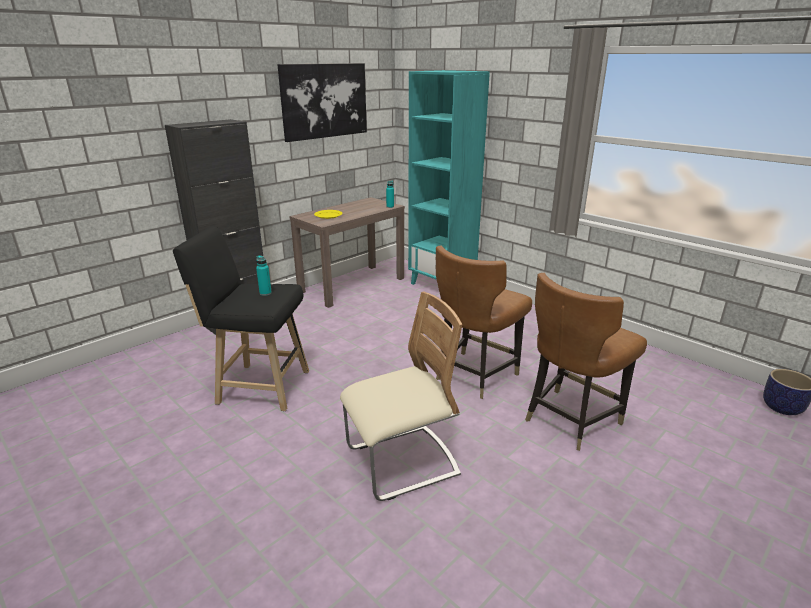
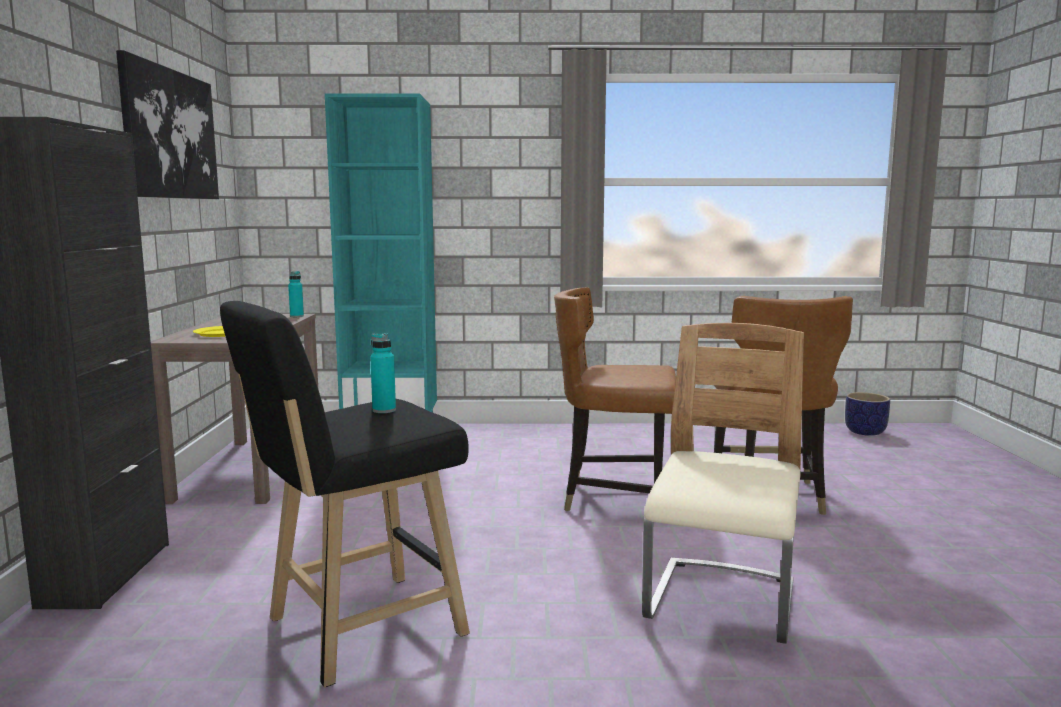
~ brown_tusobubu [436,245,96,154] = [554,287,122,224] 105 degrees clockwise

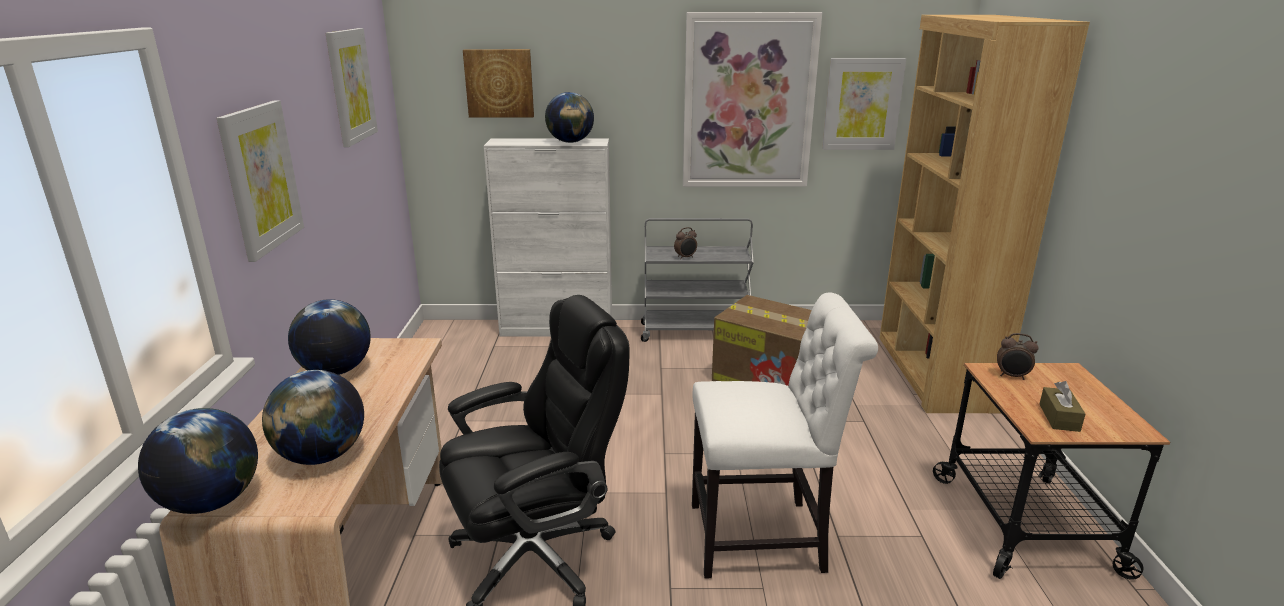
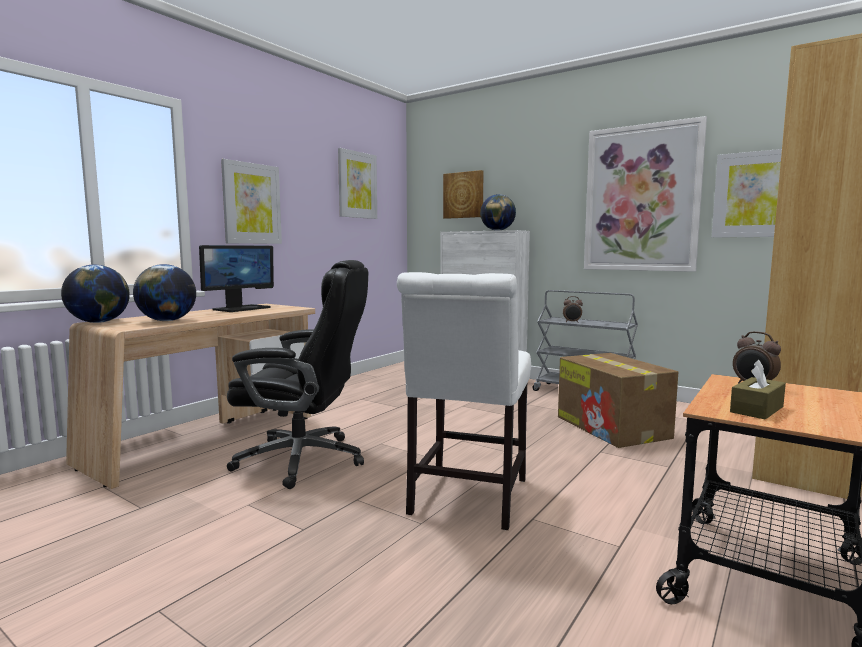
~ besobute [288,299,83,76] to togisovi [199,245,75,67]
~ white_tusobubu [692,292,186,287] = [397,272,134,258] 75 degrees clockwise

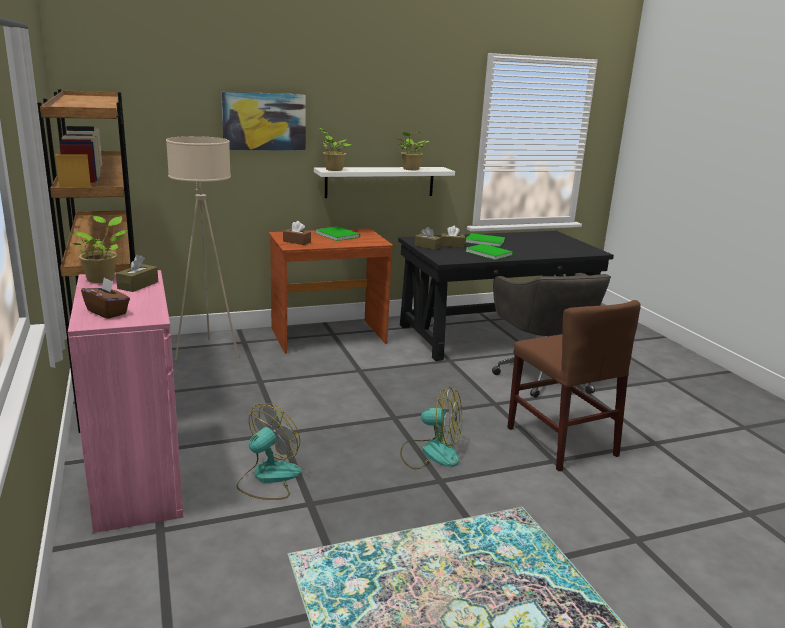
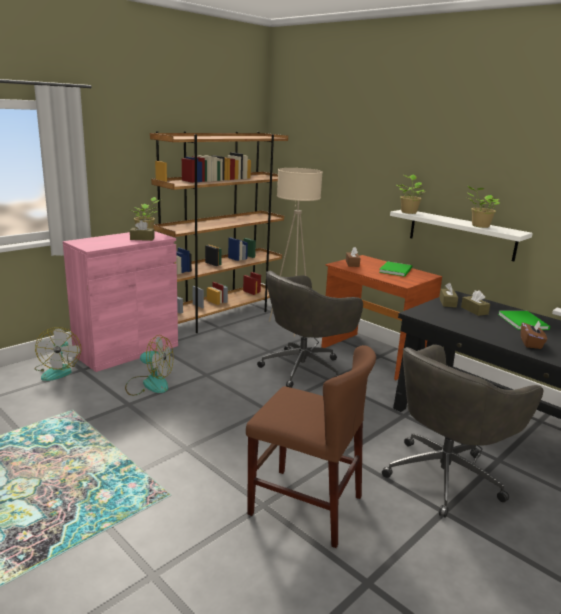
- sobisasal [221,92,85,59]
- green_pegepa [465,244,48,16]
+ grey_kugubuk [257,271,106,117]
~ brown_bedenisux [81,278,49,41] to [521,320,26,29]
~ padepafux [400,387,62,82] to [34,327,47,54]
~ brown_tusobubu [507,300,134,171] = [246,345,130,203] 105 degrees counterclockwise

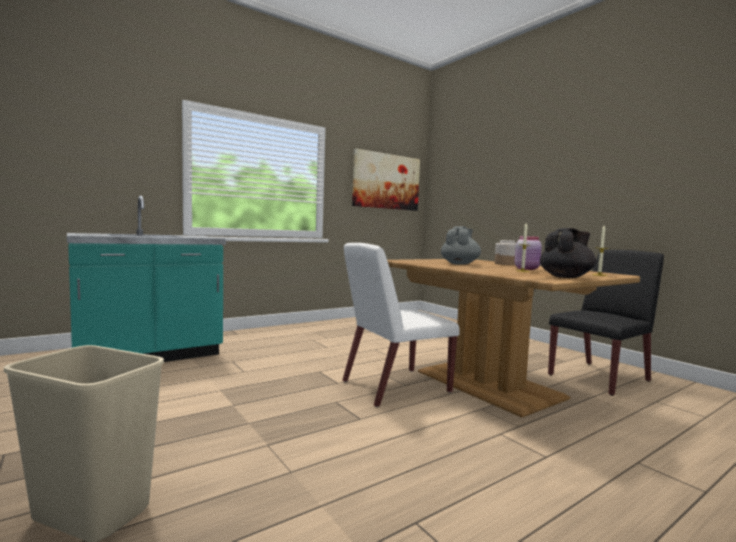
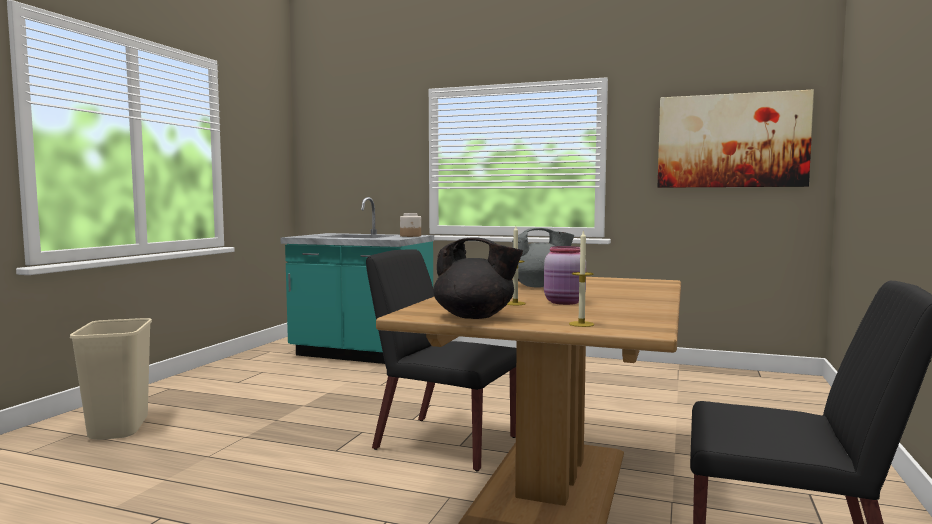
~ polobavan [495,240,21,25] to [400,213,21,24]
~ white_tusobubu [343,243,117,164] to black_tusobubu [366,249,150,222]

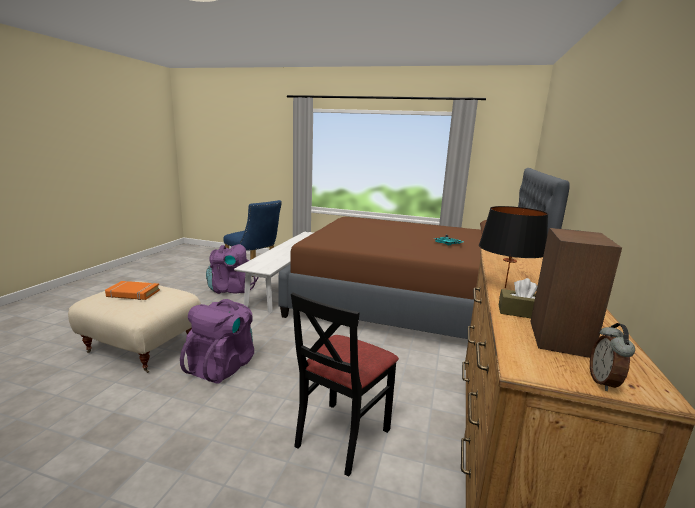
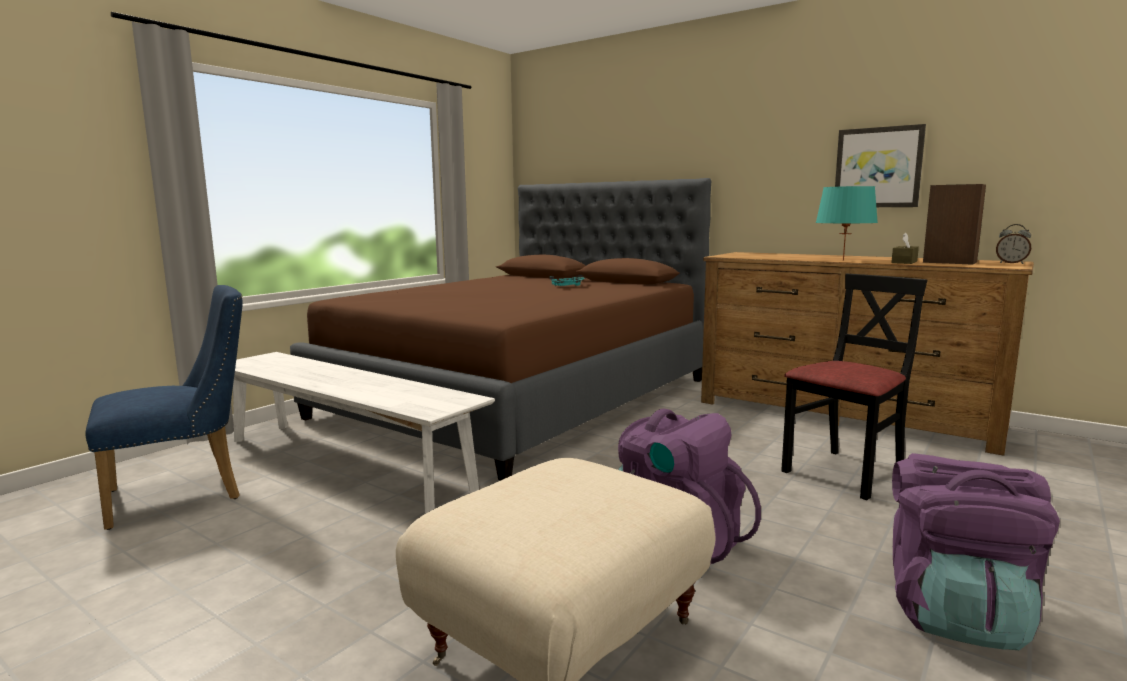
- orange_pegepa [105,281,55,19]
+ sobisasal [835,124,91,83]
~ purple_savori [206,244,52,50] to [892,453,168,197]
~ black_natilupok [479,206,69,82] to turquoise_natilupok [816,186,62,75]
~ black_tusobubu [291,293,108,184] = [781,274,146,226] 90 degrees counterclockwise

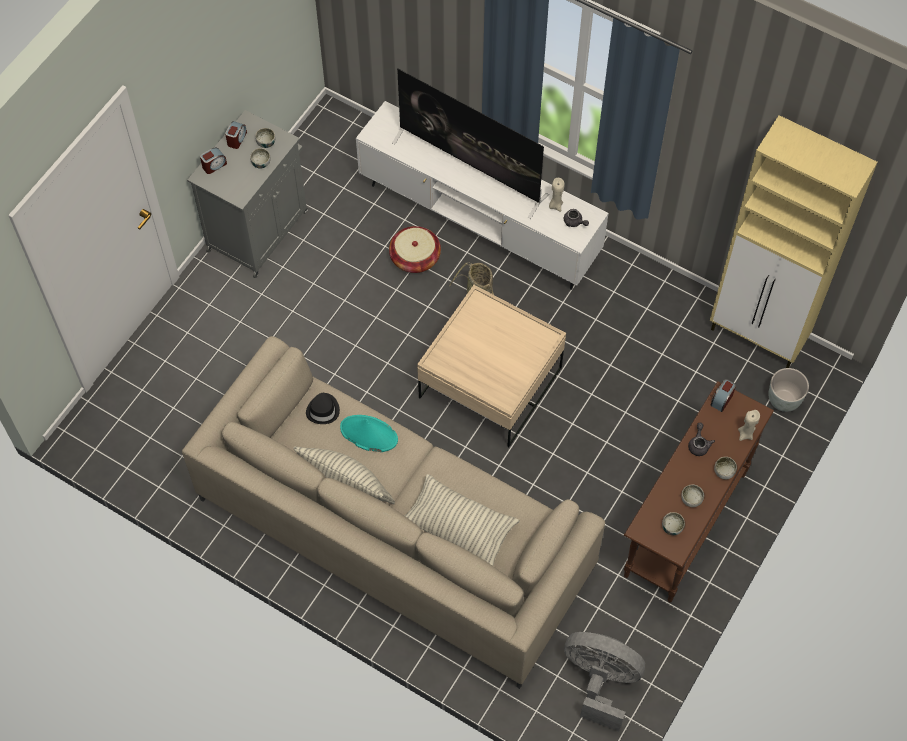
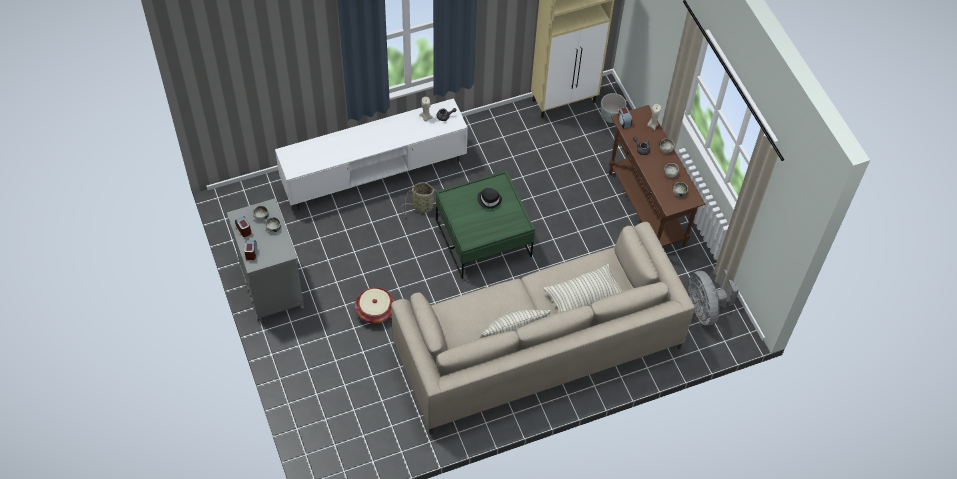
- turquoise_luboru [340,415,58,37]
- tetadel [392,68,157,151]
~ black_luboru [306,393,34,31] to [477,188,25,21]
~ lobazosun [389,226,52,47] to [355,287,39,37]
~ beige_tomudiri [417,285,149,162] to green_tomudiri [436,170,99,109]
~ grey_padepafux [564,632,81,99] = [689,270,50,56] 75 degrees counterclockwise

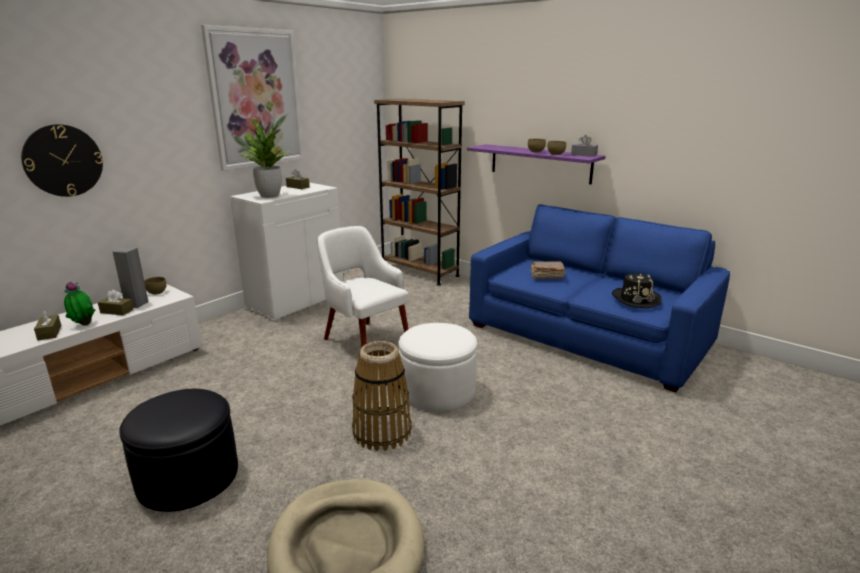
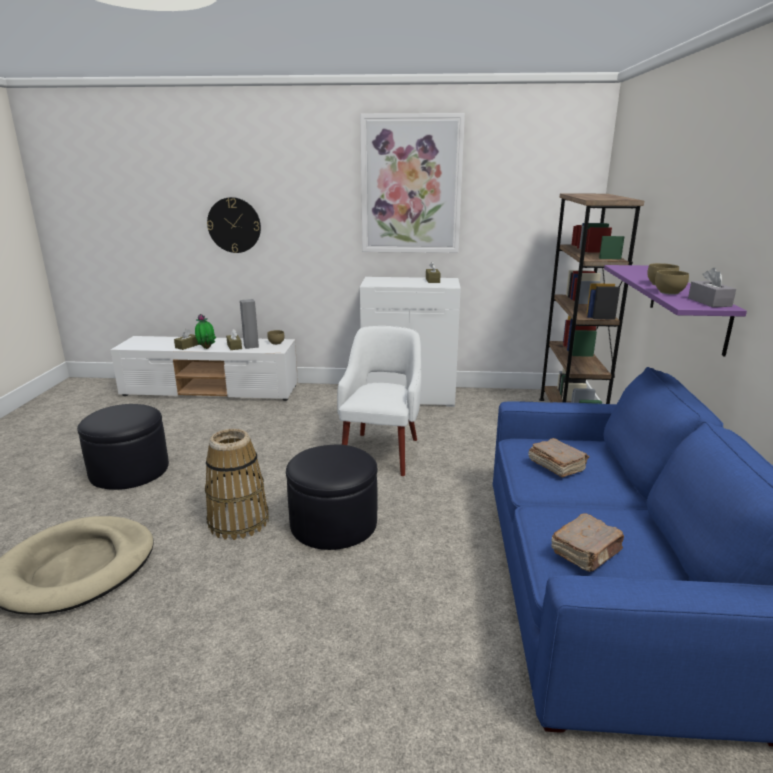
- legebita [240,120,50,78]
~ black_luboru [612,273,50,35] to brown_pegepa [551,513,73,59]
~ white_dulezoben [398,323,79,89] to black_dulezoben [286,445,92,105]

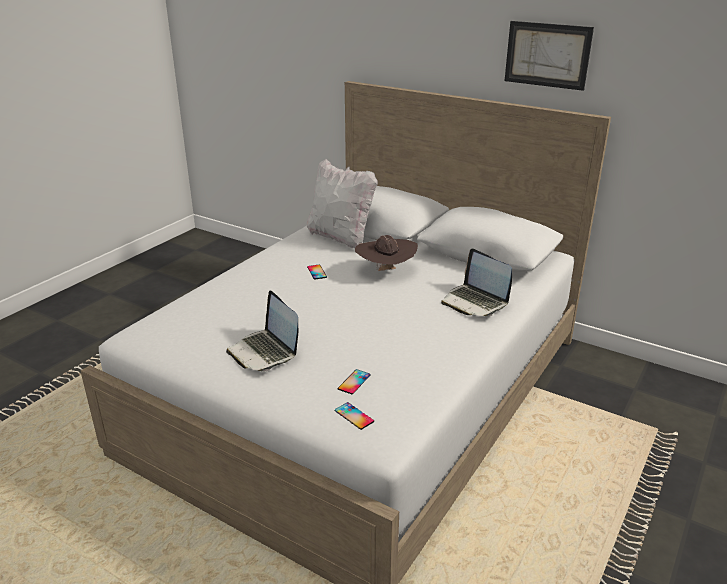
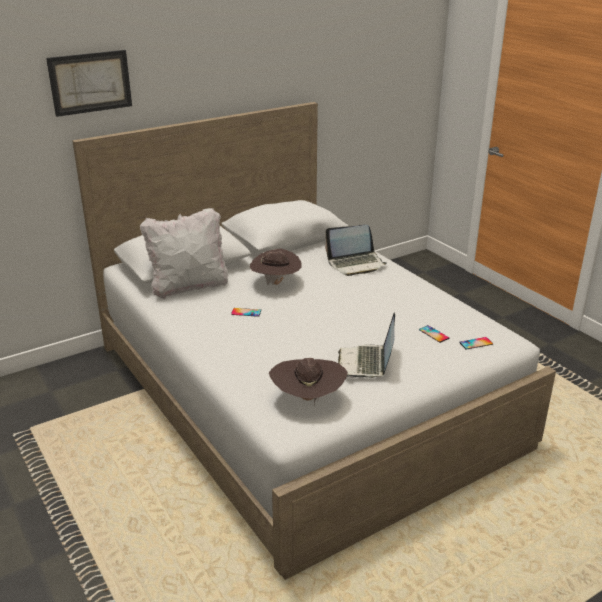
+ brown_luboru [269,358,79,47]
~ sobisasal [505,21,89,70] to [46,50,86,67]
~ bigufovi [226,290,72,81] = [338,312,57,66] 105 degrees clockwise

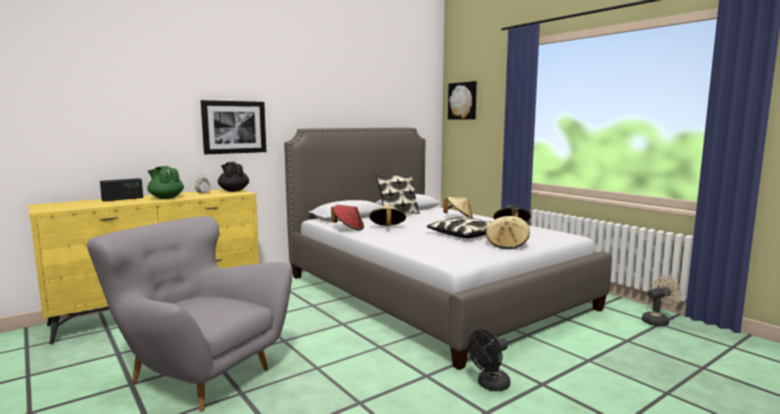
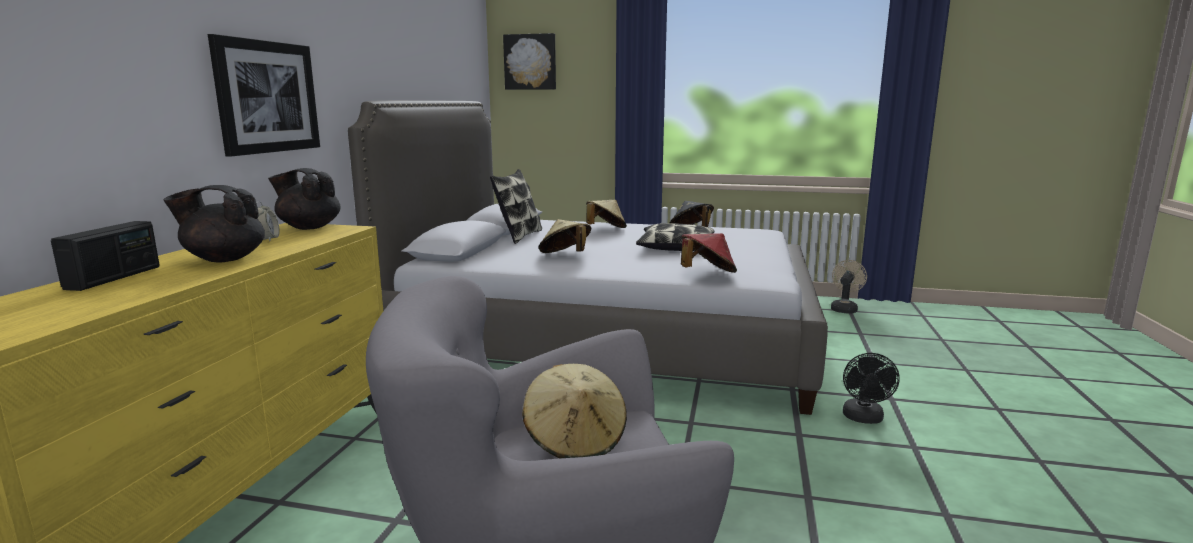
~ red_luboru [331,205,33,25] to [681,233,56,40]
~ beige_luboru [486,216,44,33] to [522,364,105,94]
~ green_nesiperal [147,166,37,33] to black_nesiperal [163,185,102,78]

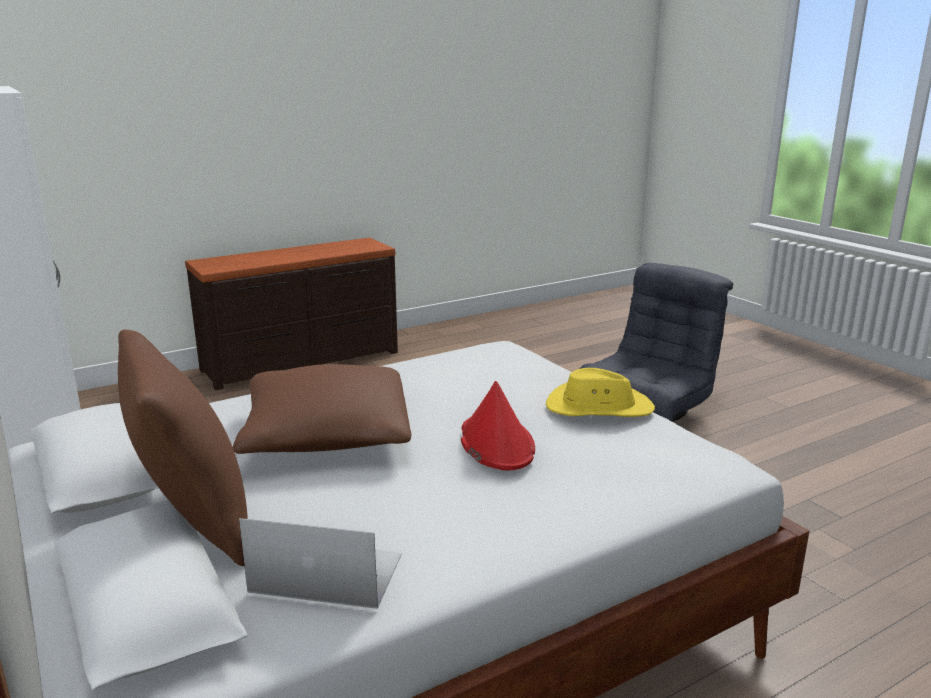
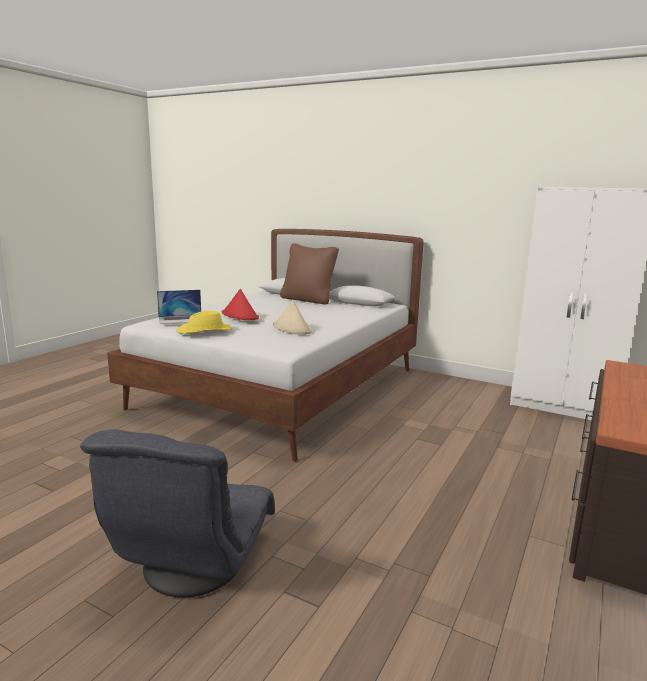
- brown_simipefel [233,364,178,90]
+ beige_luboru [273,300,39,35]
~ bigufovi [239,518,163,91] to [157,290,44,34]

